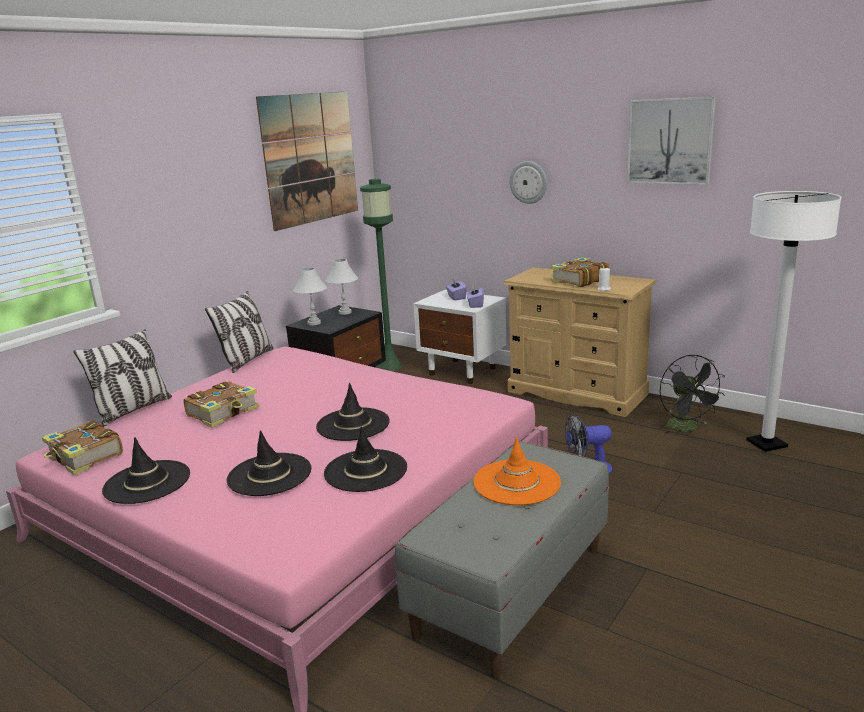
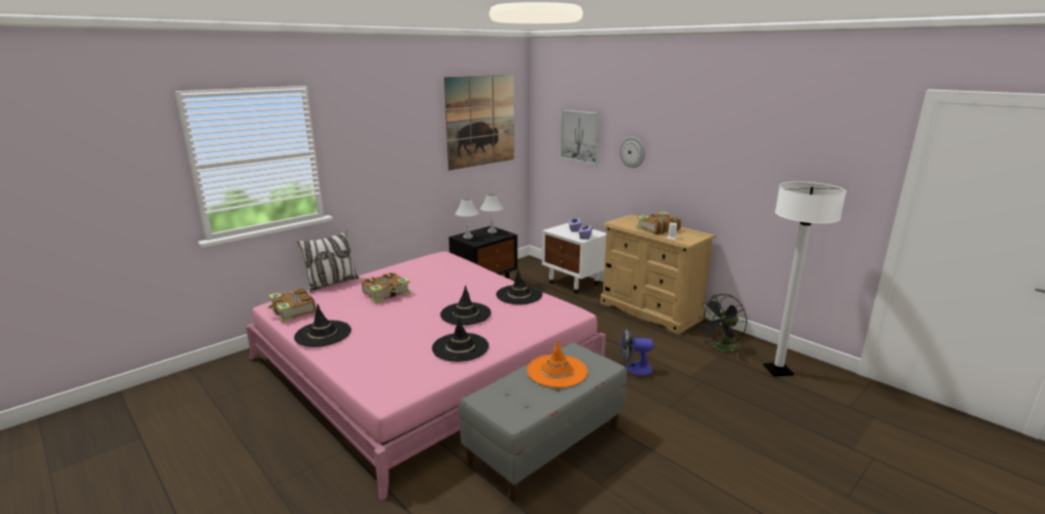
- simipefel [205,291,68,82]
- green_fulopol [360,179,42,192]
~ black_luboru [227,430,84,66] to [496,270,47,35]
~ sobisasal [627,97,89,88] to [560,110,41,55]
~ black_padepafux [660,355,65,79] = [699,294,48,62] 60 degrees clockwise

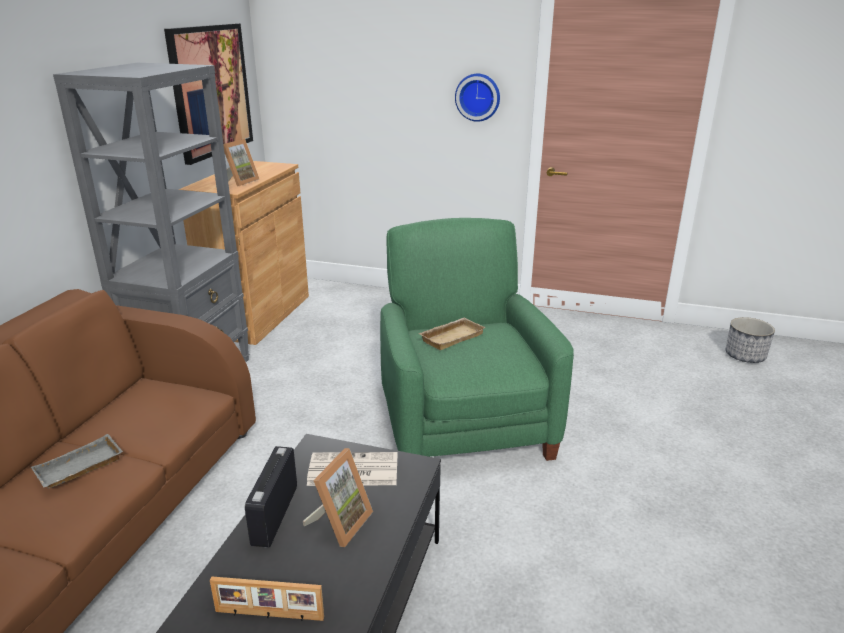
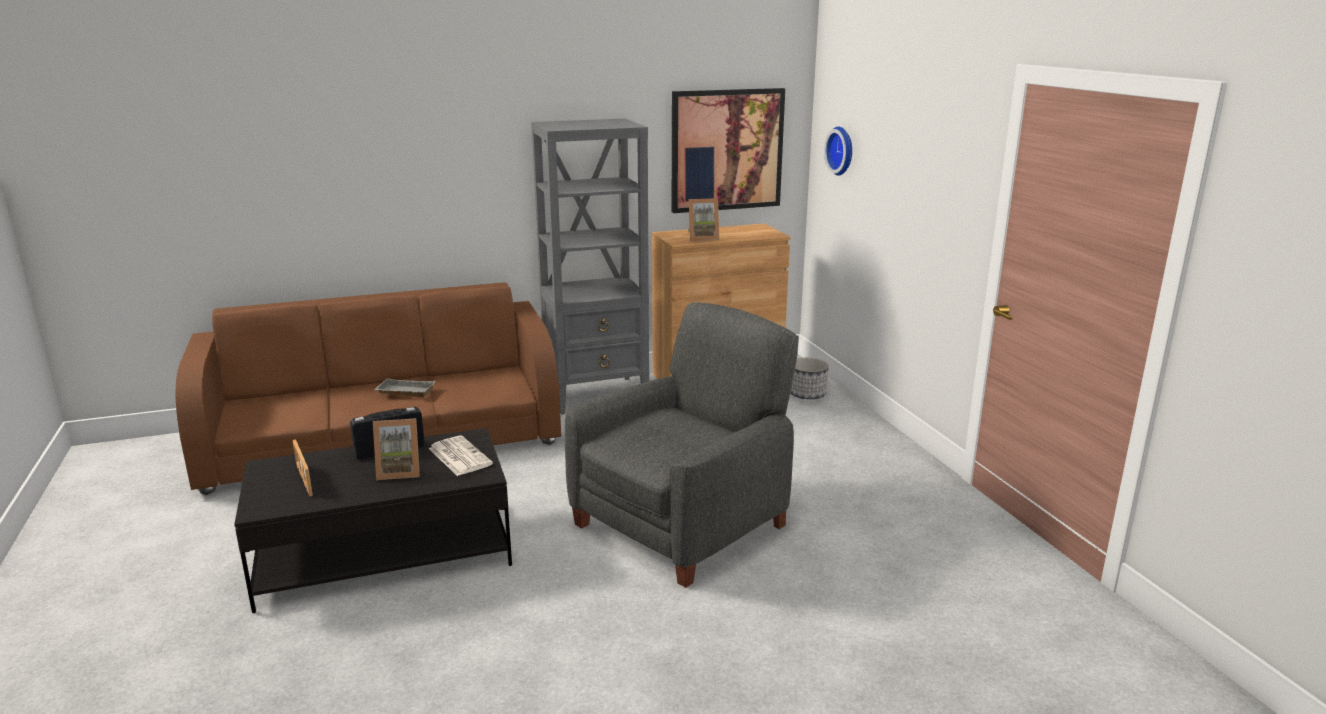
- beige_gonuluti [418,318,68,32]
~ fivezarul [455,74,45,48] to [824,127,28,49]
~ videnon [726,317,49,46] to [790,358,39,41]
~ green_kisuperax [380,218,194,243] to grey_kisuperax [565,302,234,286]

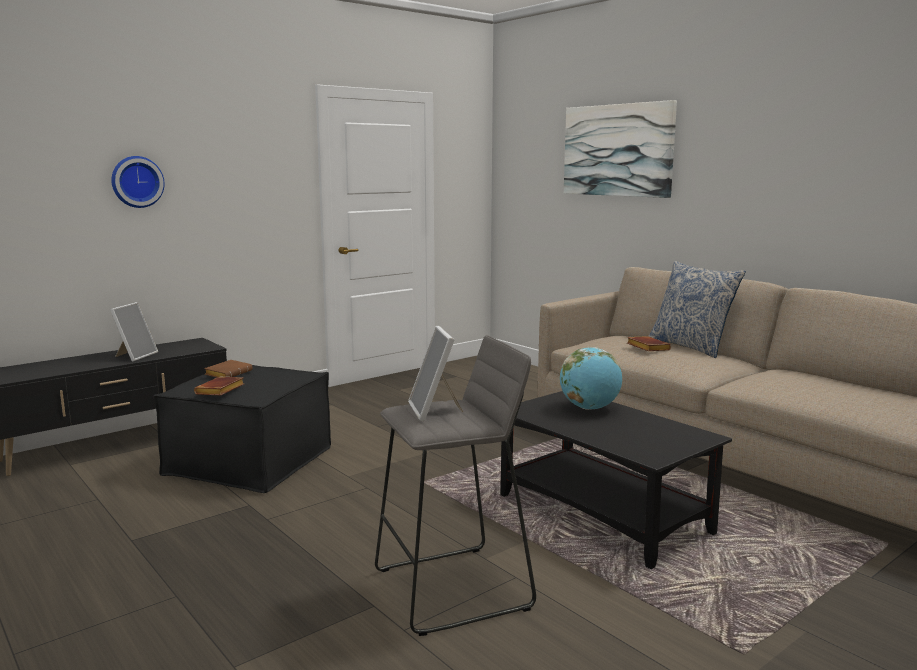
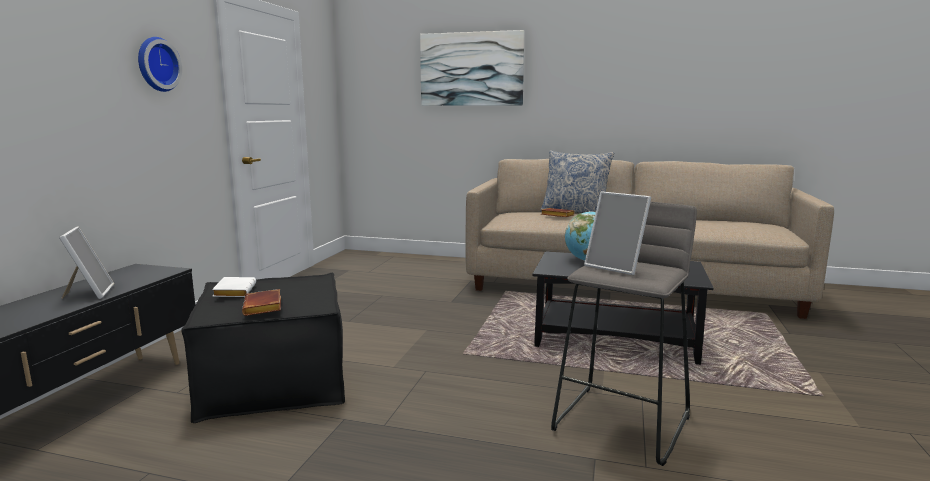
~ fivezarul [111,156,54,52] to [138,37,44,55]
~ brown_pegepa [204,360,49,18] to white_pegepa [212,277,44,20]

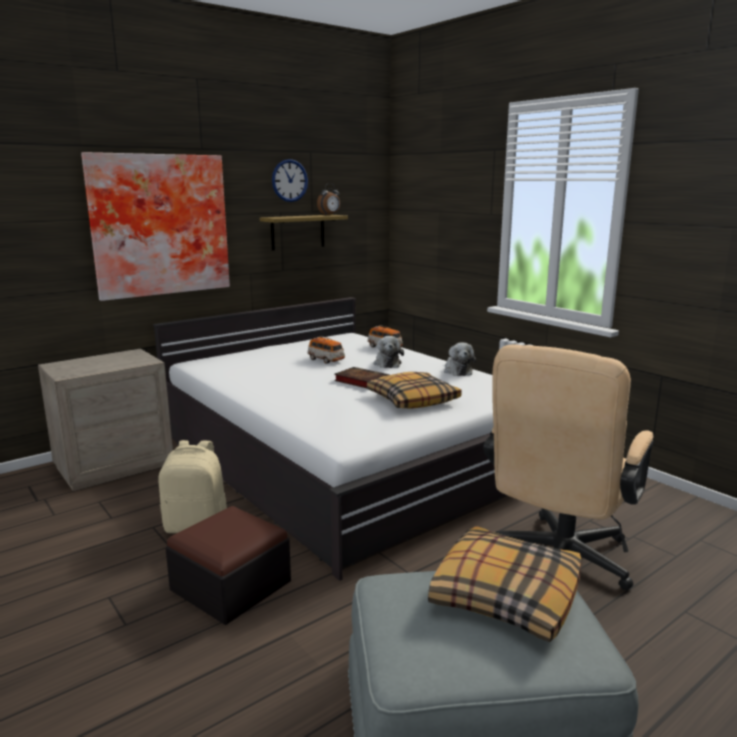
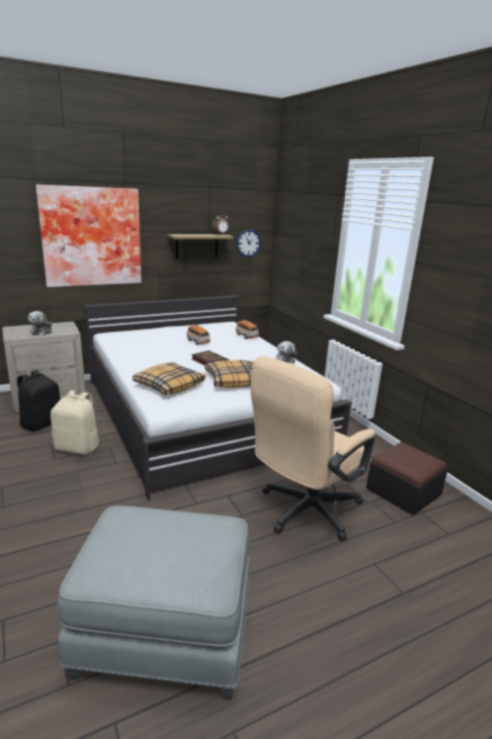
+ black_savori [17,371,43,60]
~ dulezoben [166,506,125,119] to [366,442,82,73]
~ fivezarul [272,159,36,43] to [237,229,24,28]
~ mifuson [374,336,30,32] to [28,311,24,25]
~ simipefel [428,526,154,116] to [132,362,74,33]

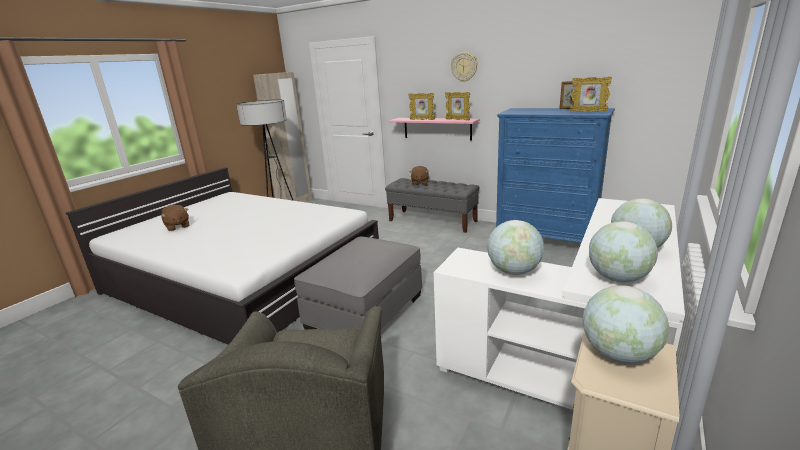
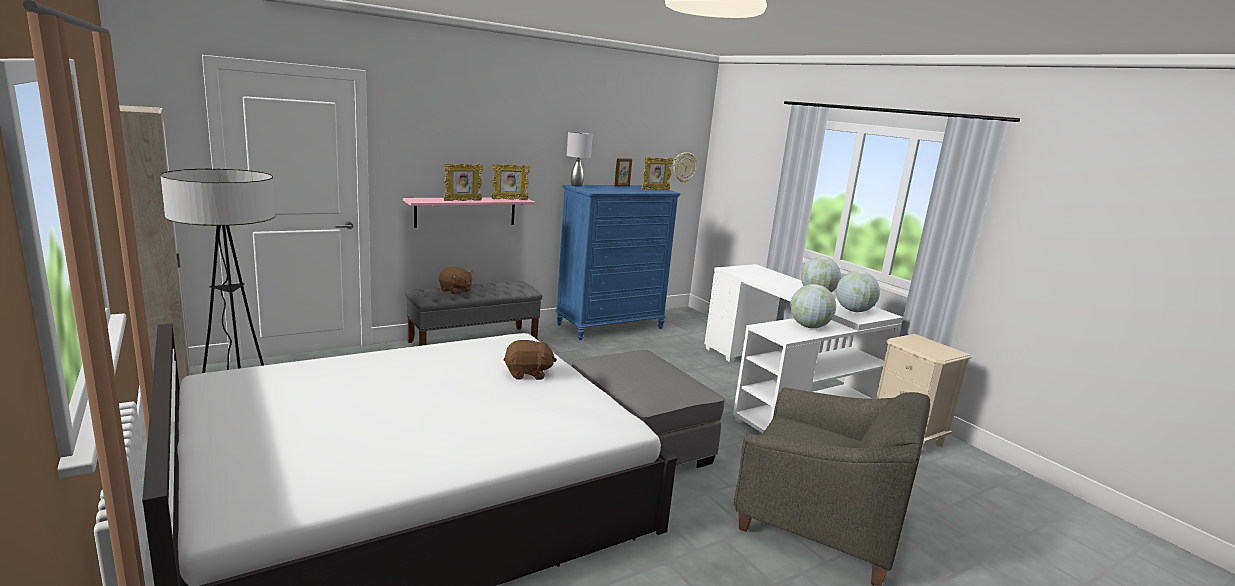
- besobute [583,285,86,79]
+ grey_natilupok [567,132,26,55]
~ brown_mifuson [161,205,29,26] to [504,340,53,40]
~ fivezarul [451,52,27,30] to [673,152,25,31]

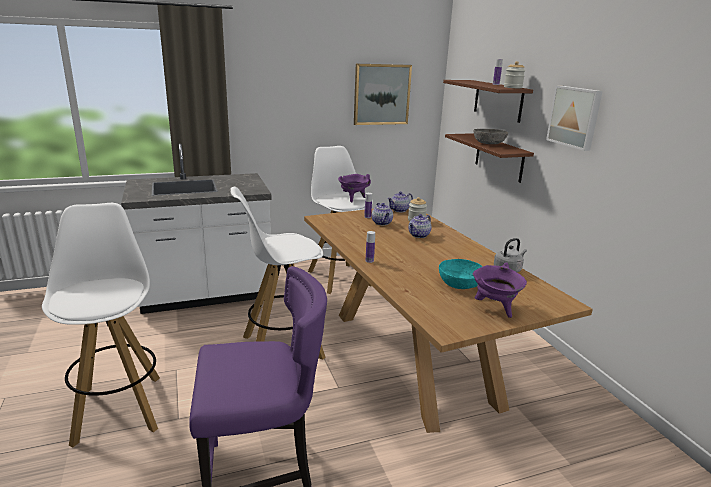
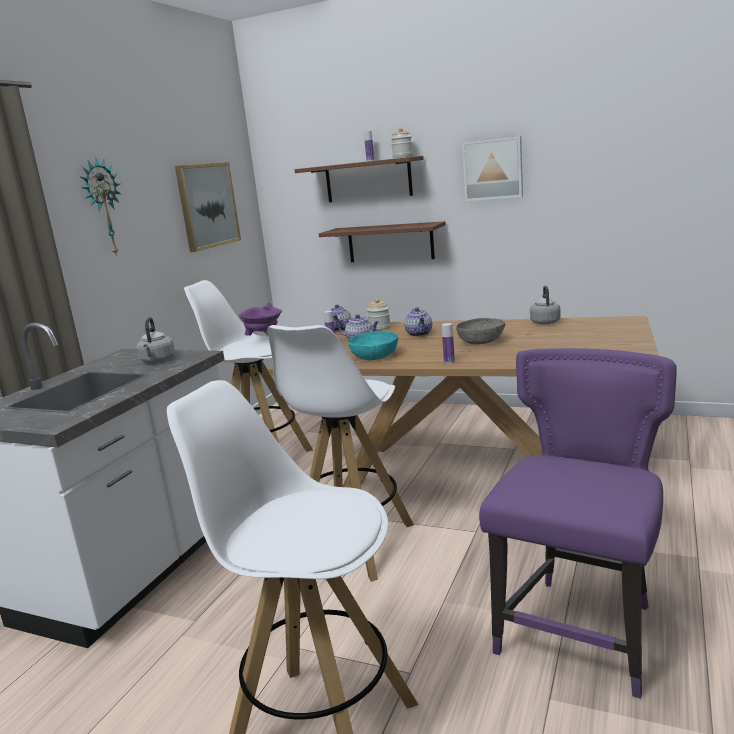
- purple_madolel [473,263,54,55]
+ fivezarul [80,158,41,98]
+ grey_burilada [137,317,38,46]
~ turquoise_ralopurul [439,259,44,30] to [347,331,51,29]
~ grey_ralopurul [474,129,34,15] to [456,318,49,26]

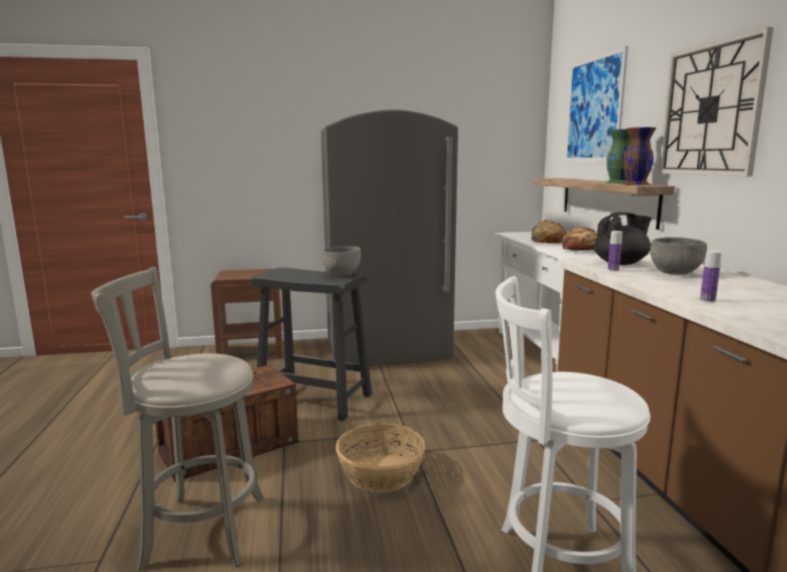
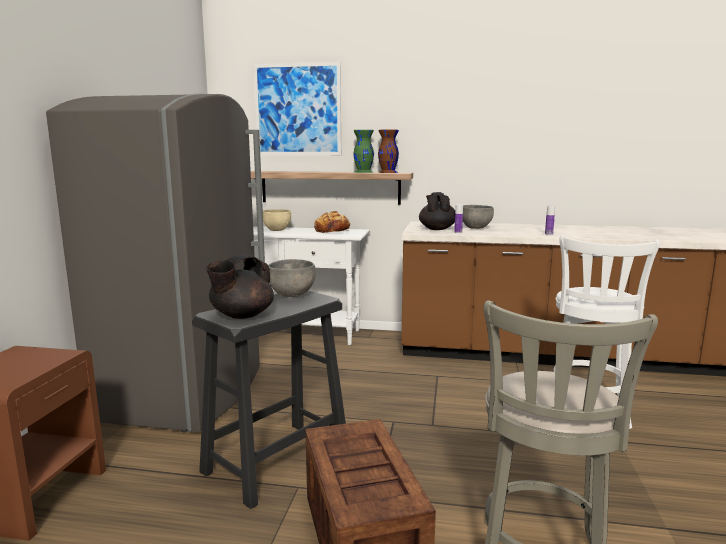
- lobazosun [336,423,90,69]
- fivezarul [659,27,114,149]
+ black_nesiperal [206,254,68,65]
~ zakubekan [531,220,35,23] to beige_ralopurul [263,209,28,22]

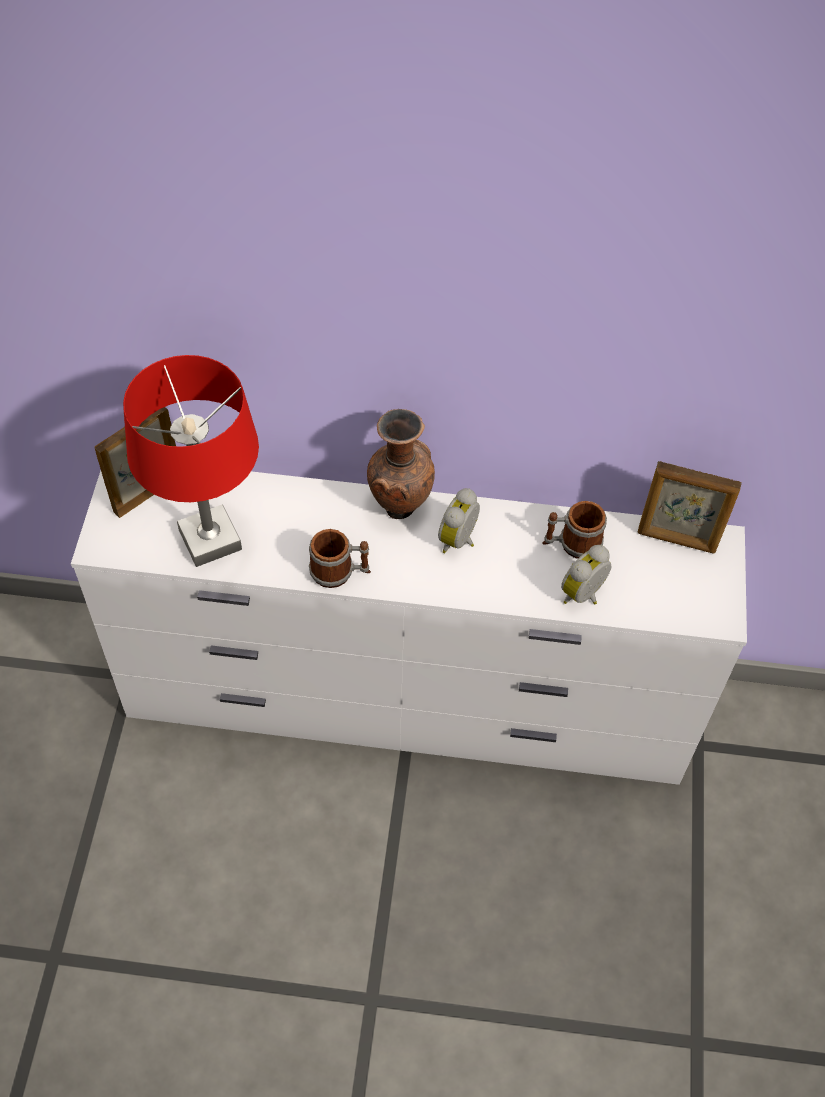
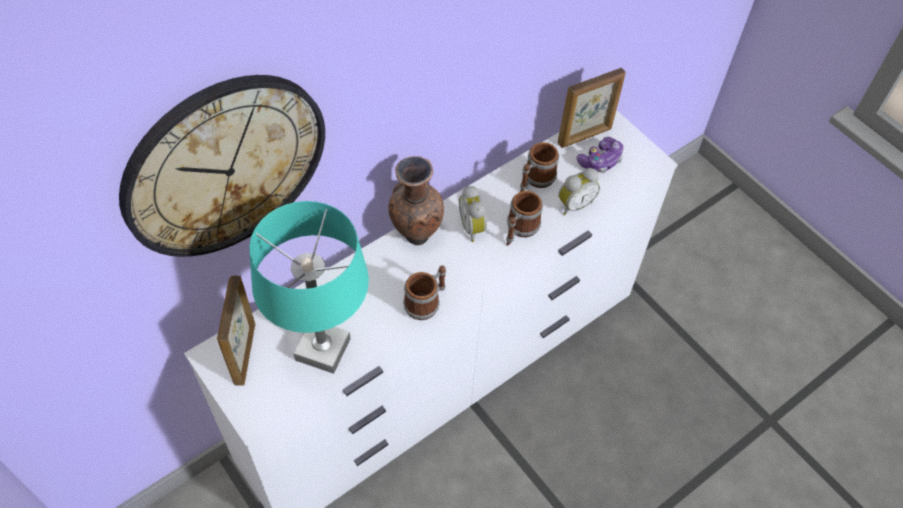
+ fivezarul [119,75,206,182]
+ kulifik [506,191,37,55]
+ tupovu [577,137,47,36]
~ red_natilupok [123,355,136,212] to turquoise_natilupok [249,201,120,173]
~ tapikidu [561,545,50,59] = [559,168,41,47] 120 degrees counterclockwise

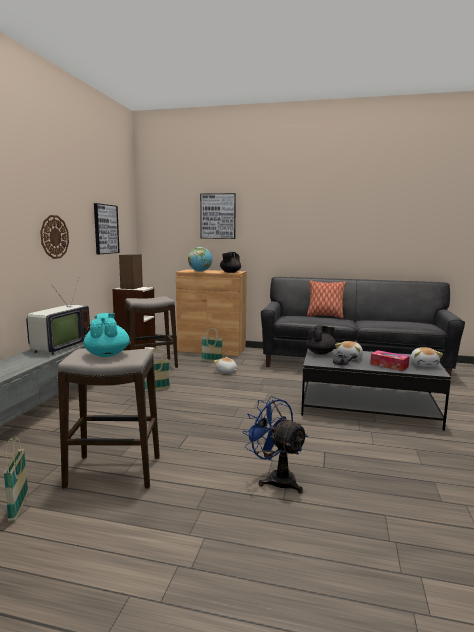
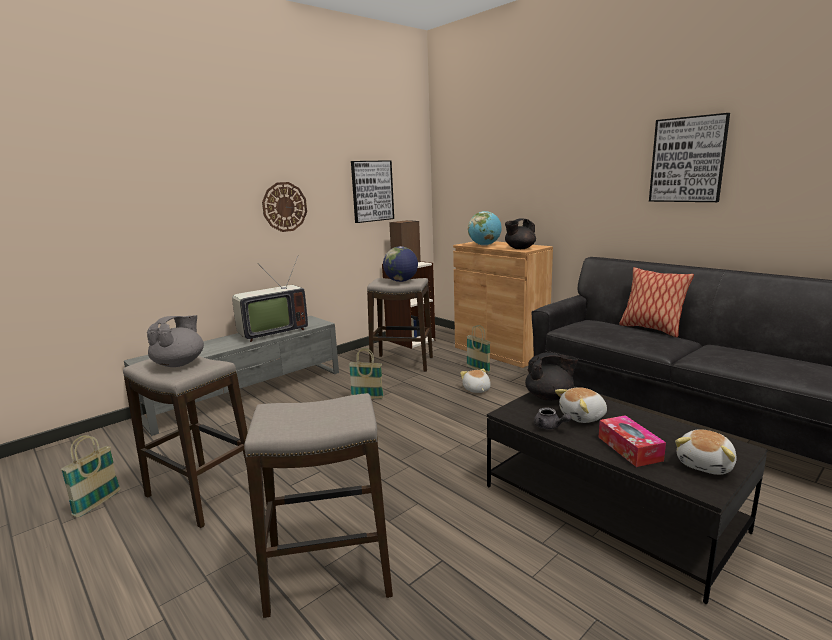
+ besobute [383,246,35,36]
~ sobisasal [200,193,36,46] to [649,113,81,89]
~ blue_padepafux [242,396,66,97] to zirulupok [244,393,149,225]
~ turquoise_nesiperal [84,313,46,44] to grey_nesiperal [147,315,57,52]

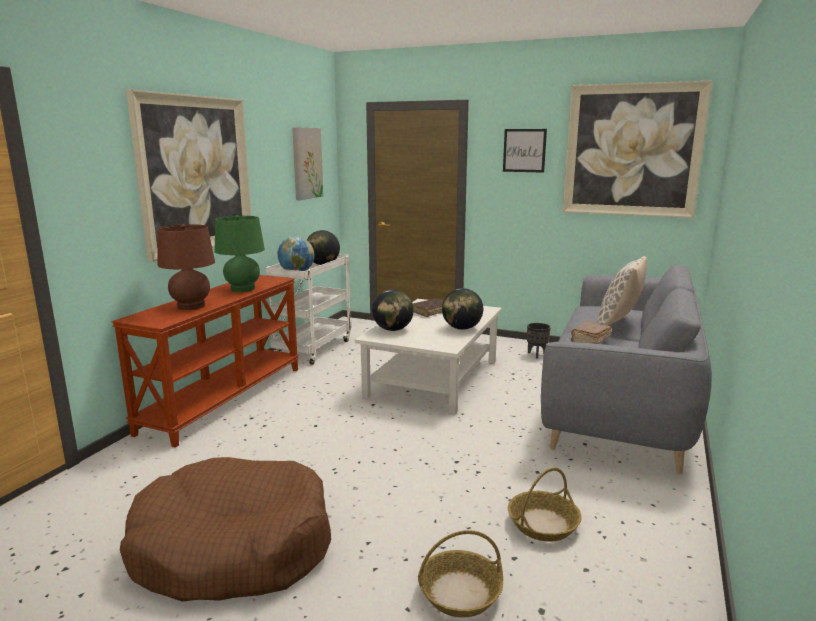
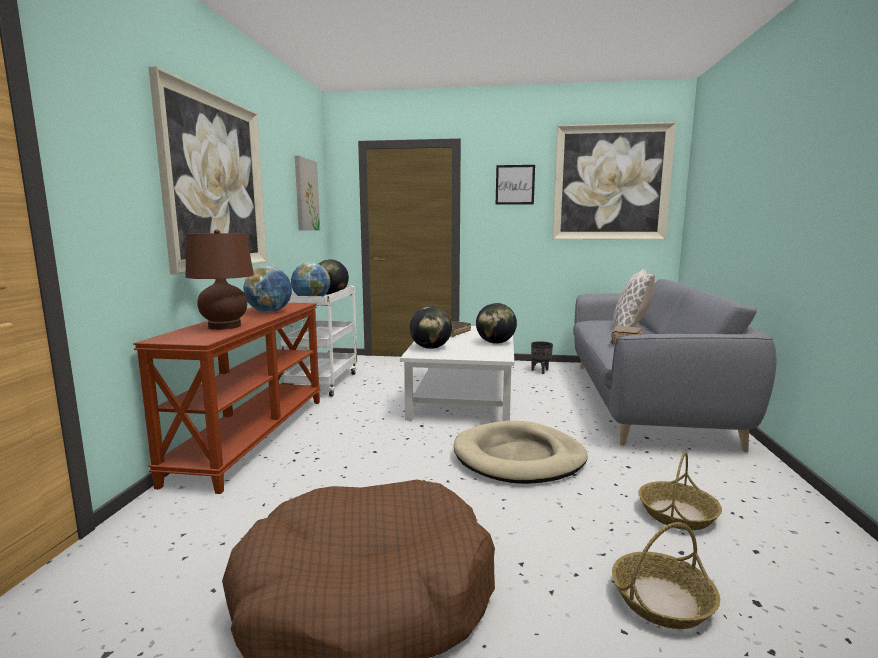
+ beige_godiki [454,421,134,63]
~ green_natilupok [215,215,50,77] to besobute [243,266,49,46]

